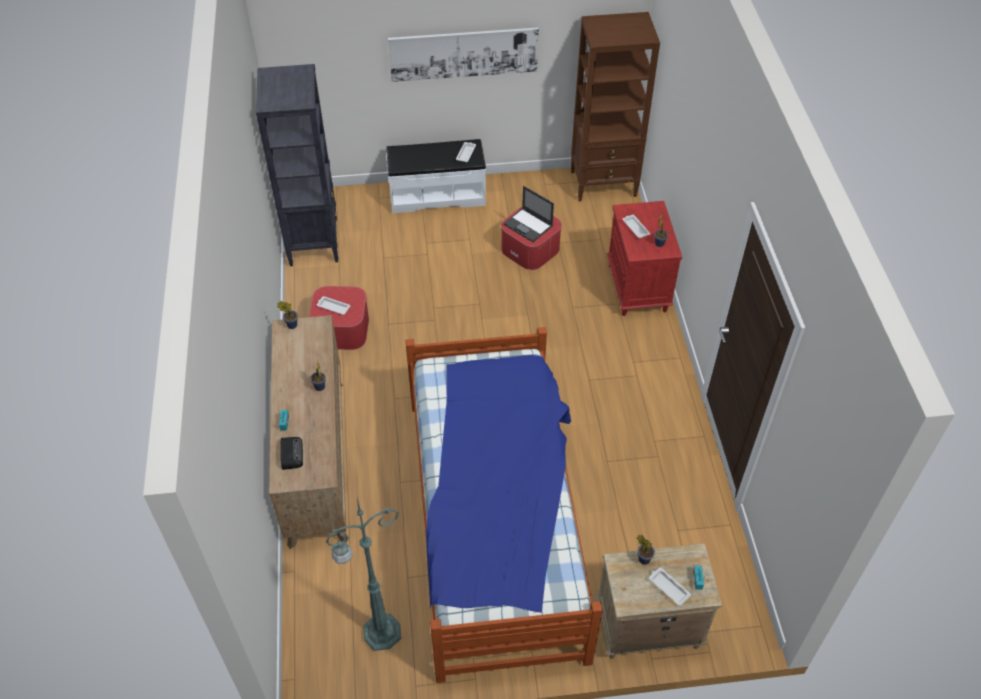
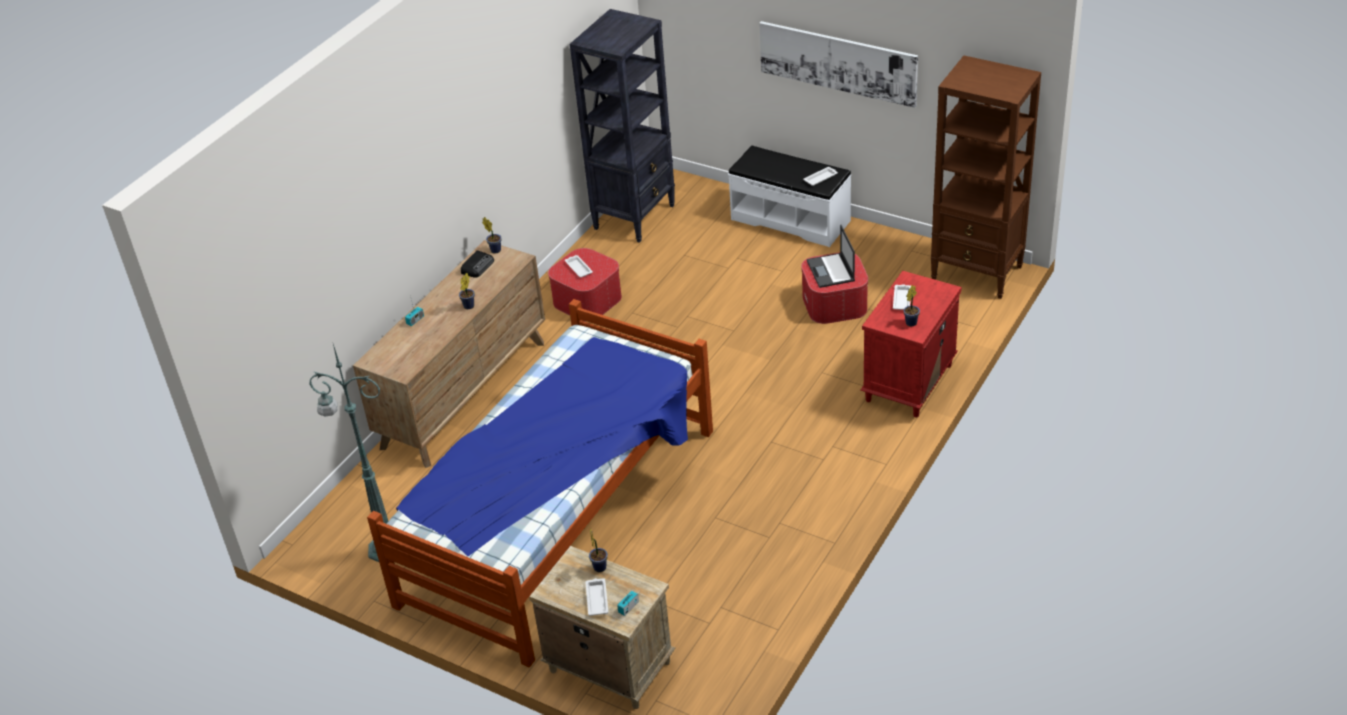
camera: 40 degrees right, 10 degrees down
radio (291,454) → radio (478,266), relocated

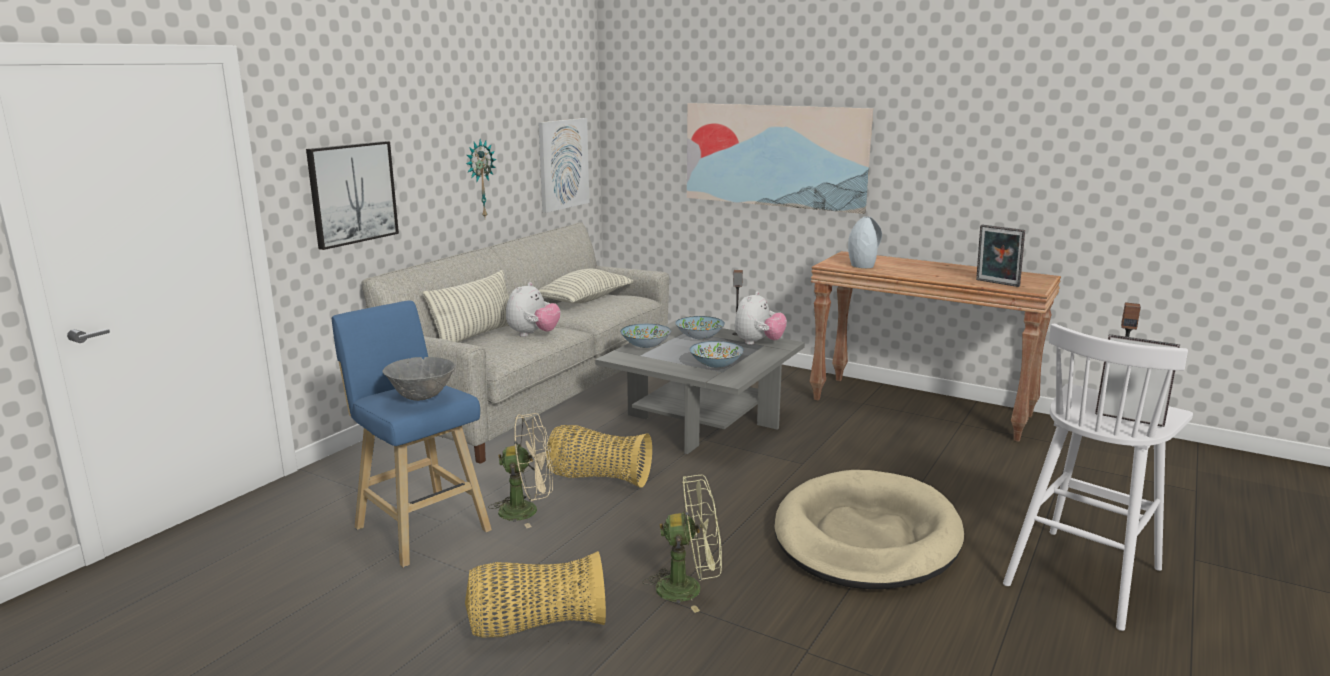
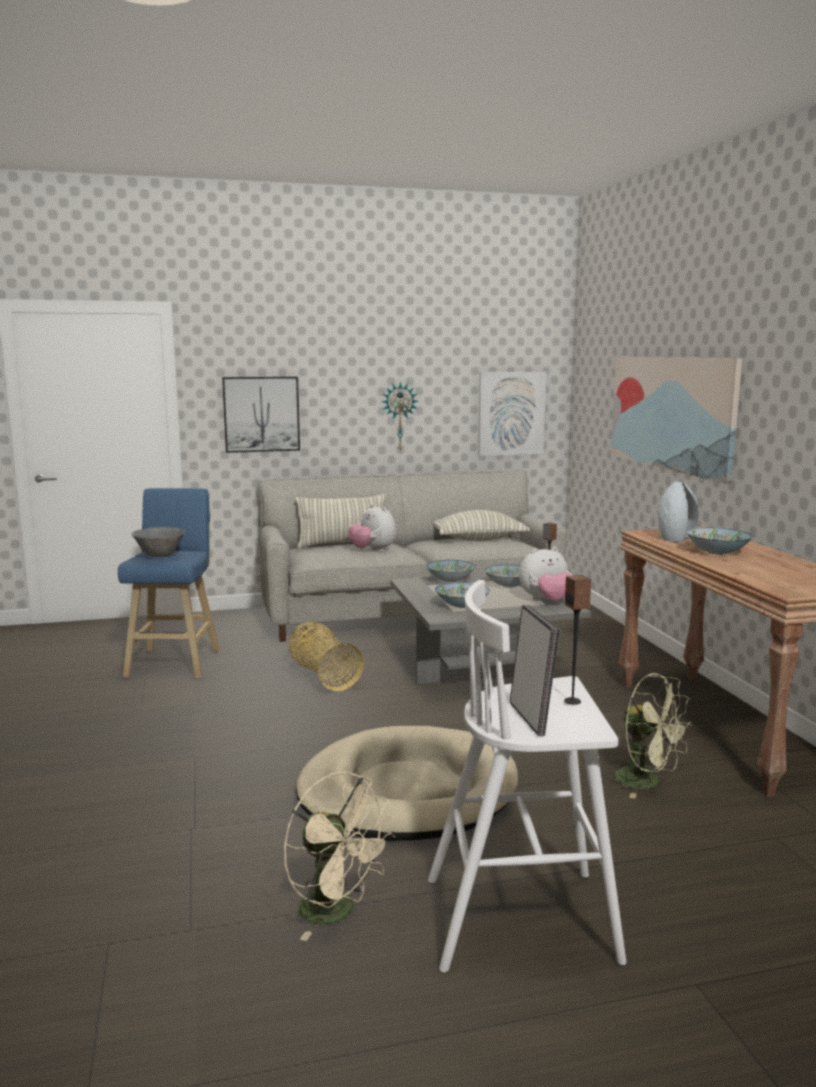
camera: 45 degrees right, 5 degrees down
fan (beige) (527,510) → fan (beige) (337,912), relocated
plush toy (533,334) → plush toy (373,551), 75 degrees clockwise
fan (green) (689,588) → fan (green) (647,782), relocated
- → bowl (717,552)
basket (536,625) → -
picture frame (996,283) → -

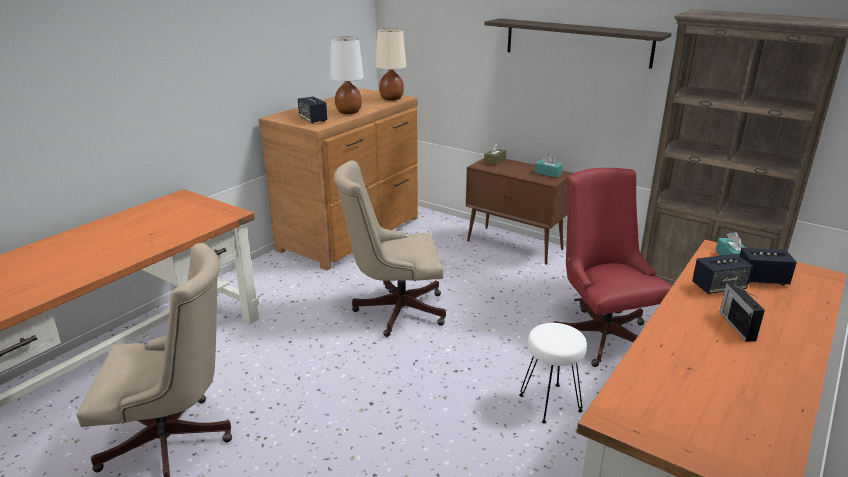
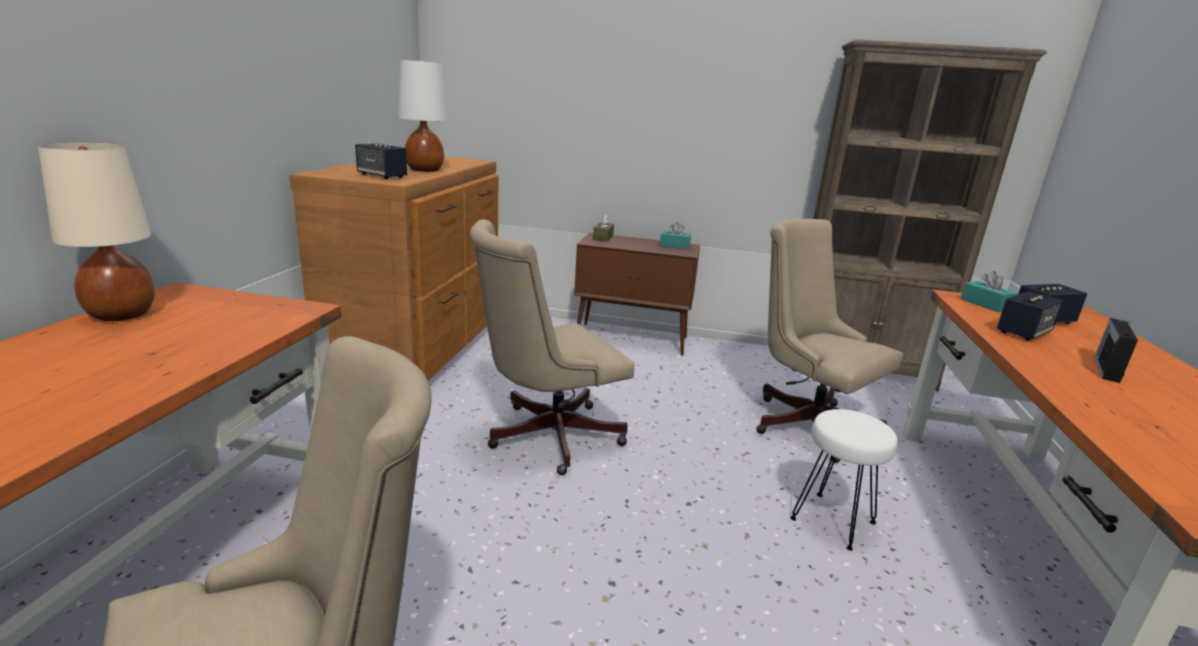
camera: 25 degrees left, 5 degrees down
table lamp (beige) (391,98) → table lamp (beige) (121,314), relocated
office chair (red) (601,333) → office chair (beige) (806,422)
radio (736,325) → radio (1106,369), 60 degrees clockwise
shelf (577,42) → -

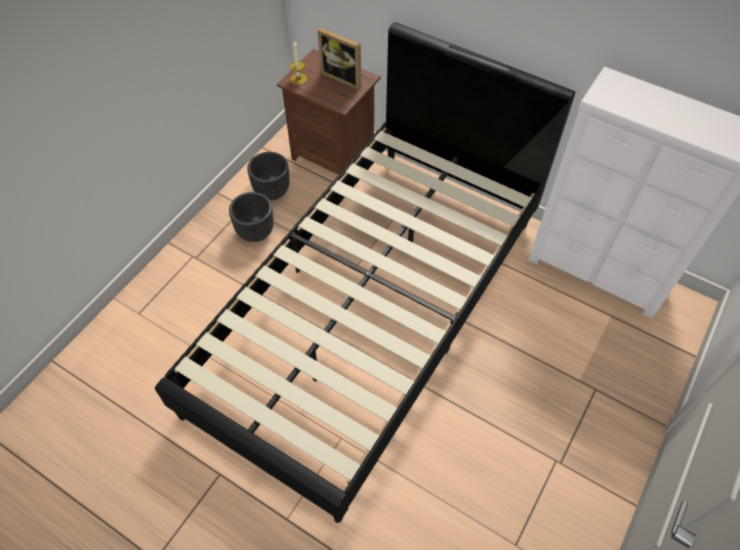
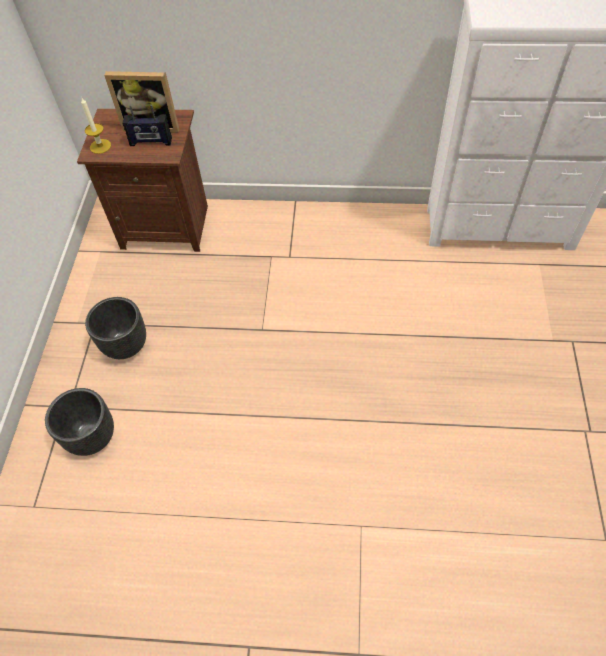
camera: 25 degrees left, 0 degrees up
planter (black) (272,191) → planter (black) (92,437), relocated
- → radio (151,142)
bed (black) (370,311) → -

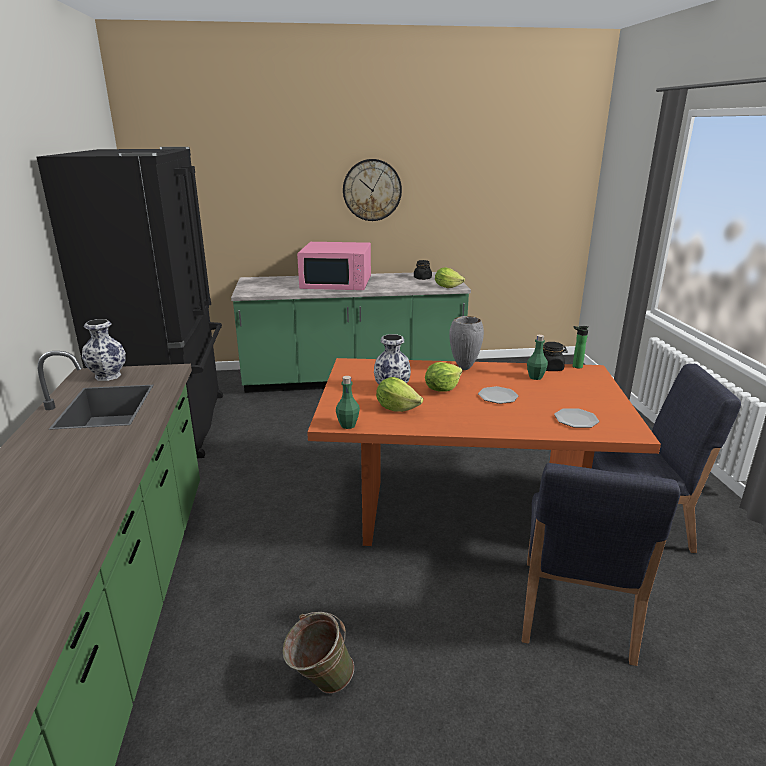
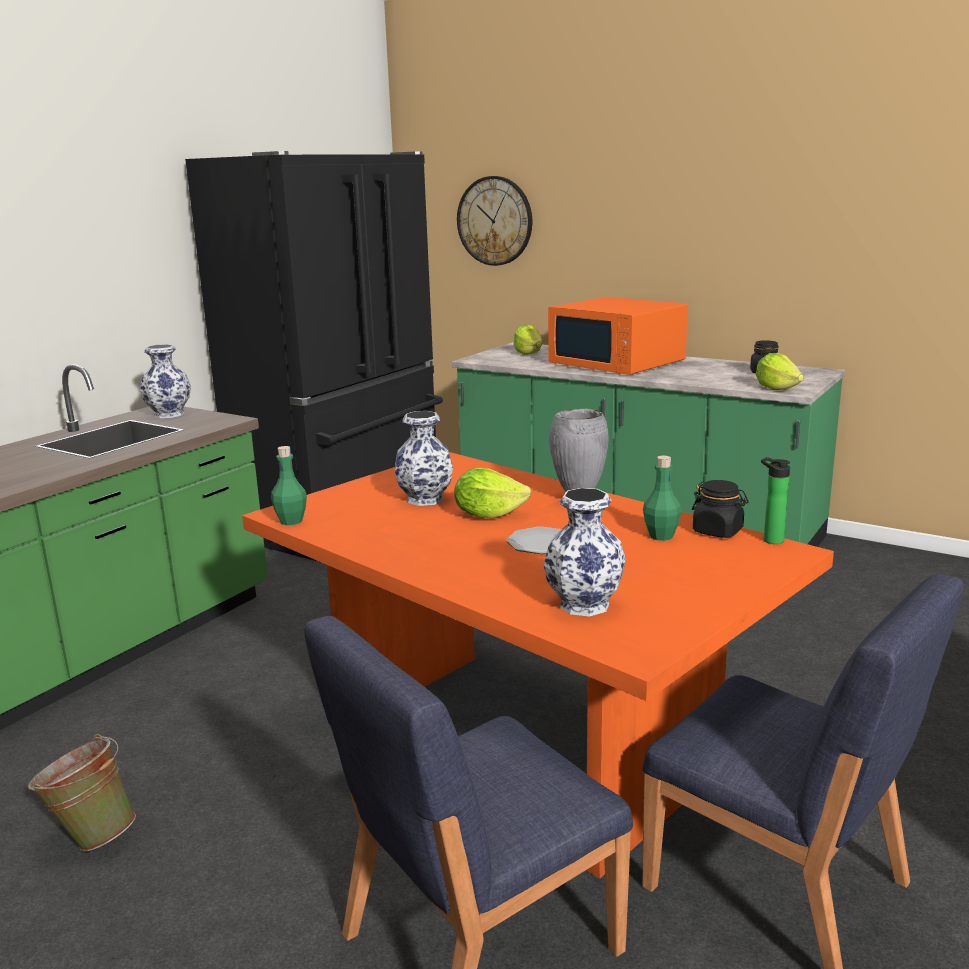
camera: 40 degrees right, 5 degrees down
wall clock (372,190) → wall clock (495,221), relocated
lettuce (397,408) → lettuce (529,354), relocated
plate (576,419) → vase (585,604)
microwave (pink) (337,283) → microwave (orange) (617,363)

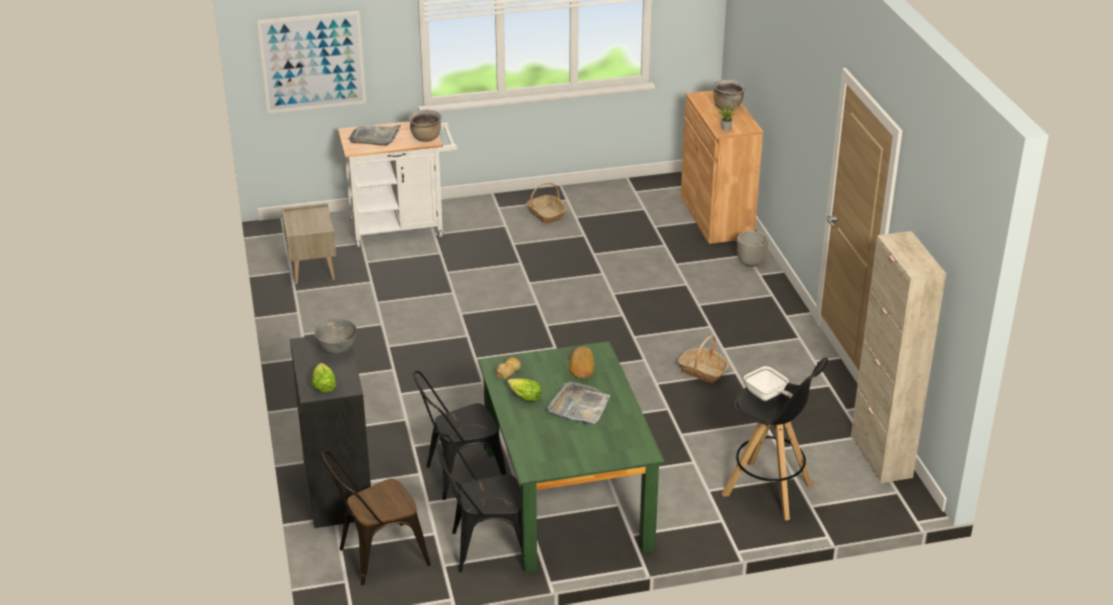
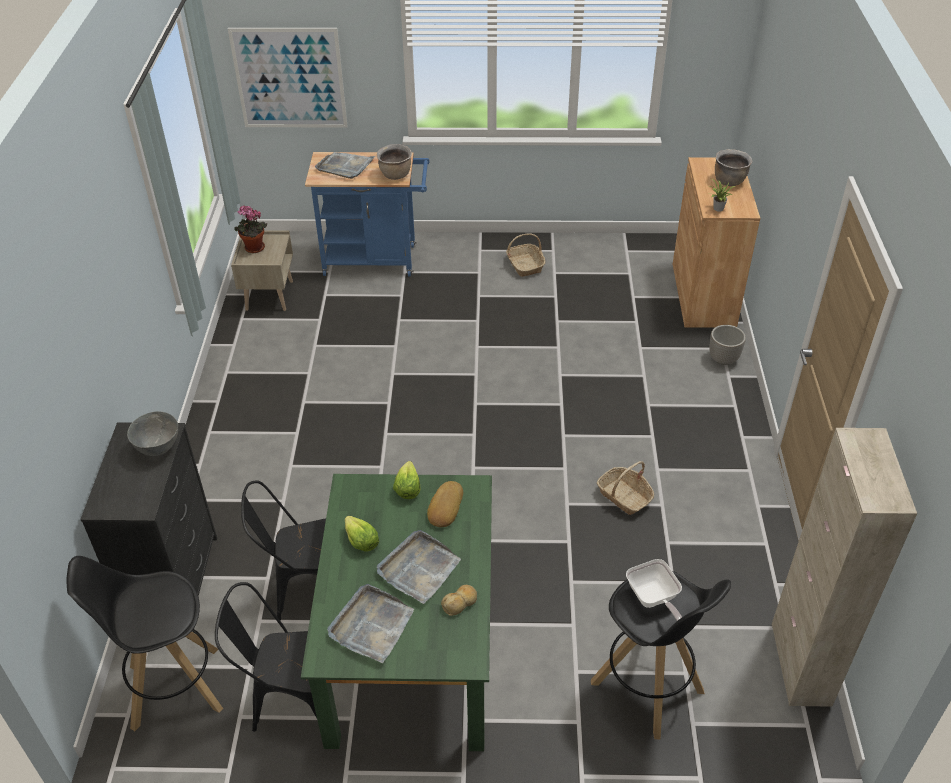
camera: 15 degrees right, 10 degrees up
chair (brown) (376,557) → stool (black) (174,688)
- → potted plant (253,249)
cart (white) (402,228) → cart (blue) (376,260)
- → tray (grey) (371,626)
lettuce (323,386) → lettuce (407,488), relocated
bread (509,371) → bread (460,603), relocated

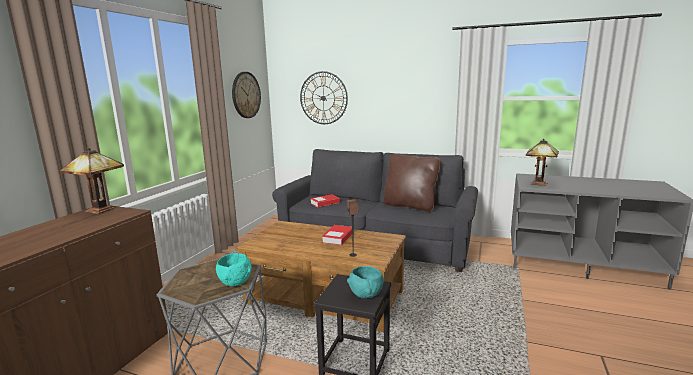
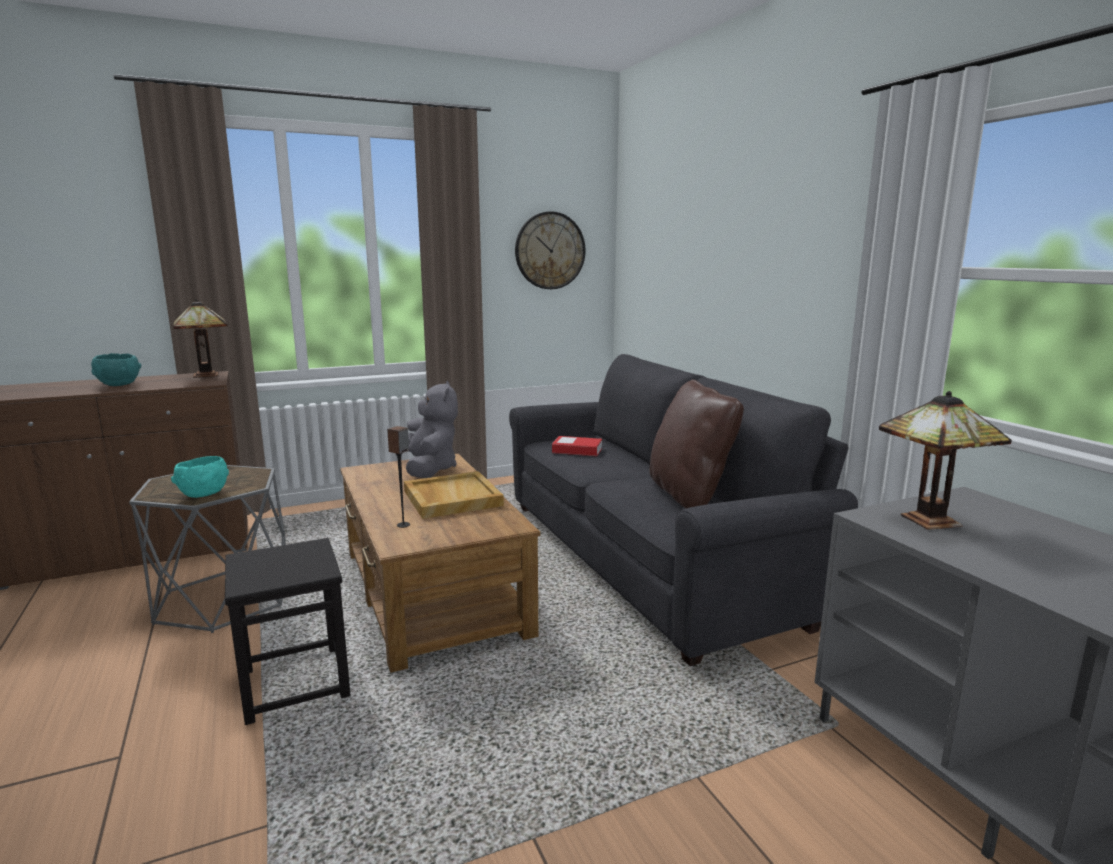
camera: 45 degrees right, 0 degrees up
bowl (turquoise) (366,295) → bowl (turquoise) (118,385), relocated
book (338,238) → tray (beige) (451,498)
- → plush toy (grey) (429,469)
wall clock (323,98) → -

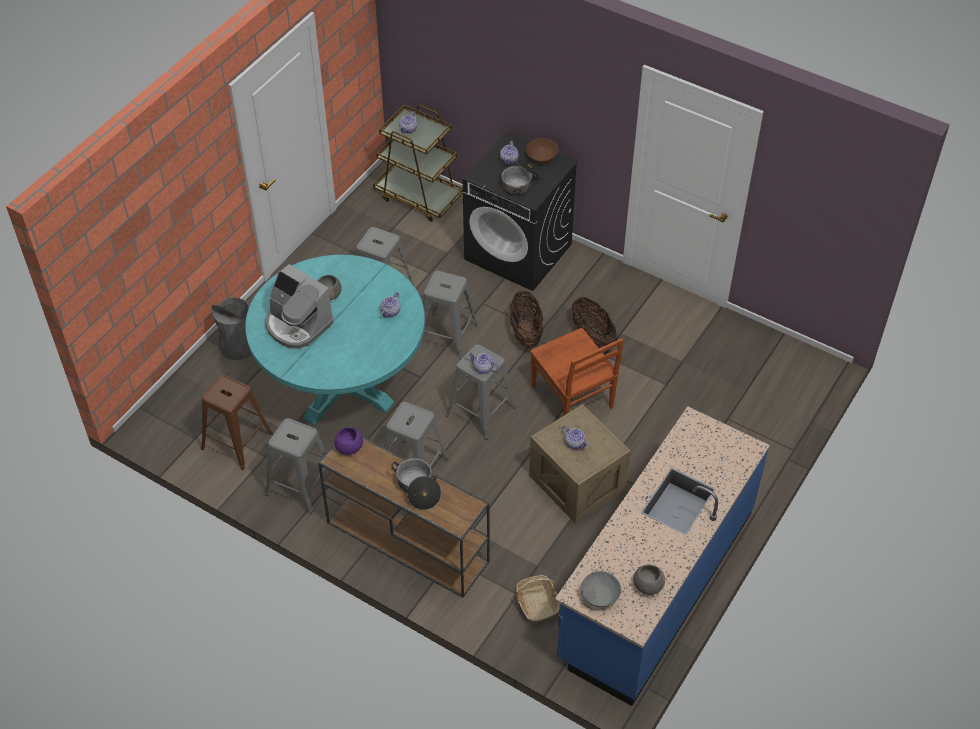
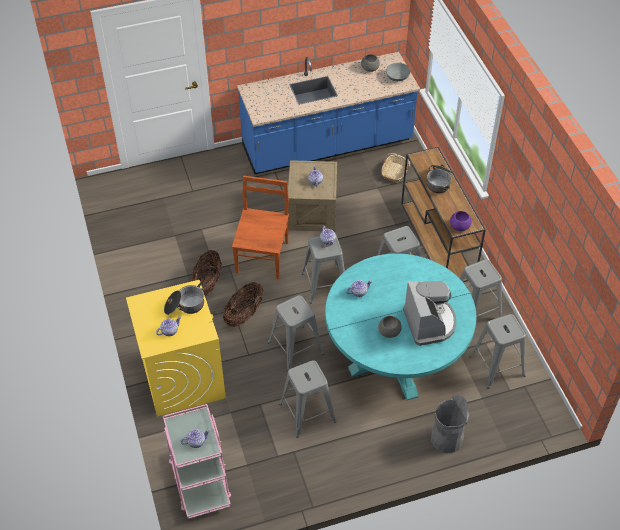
camera: 140 degrees left, 0 degrees up
washing machine (black) (519,252) → washing machine (yellow) (182,377)
cart (brown) (419,197) → cart (pink) (200,481)
stool (brown) (236,441) → stool (grey) (497,366)
bowl (brown) (541,157) → -

